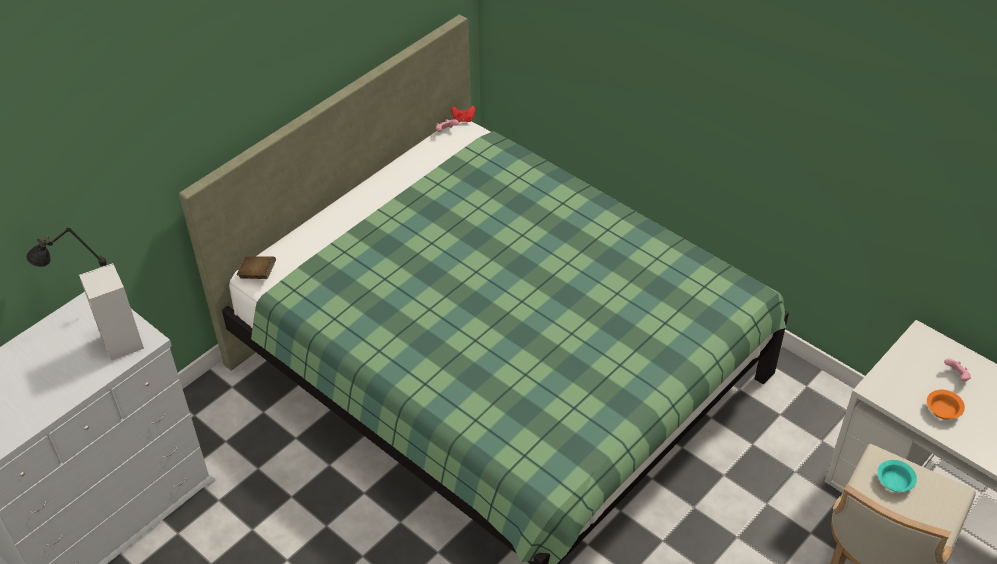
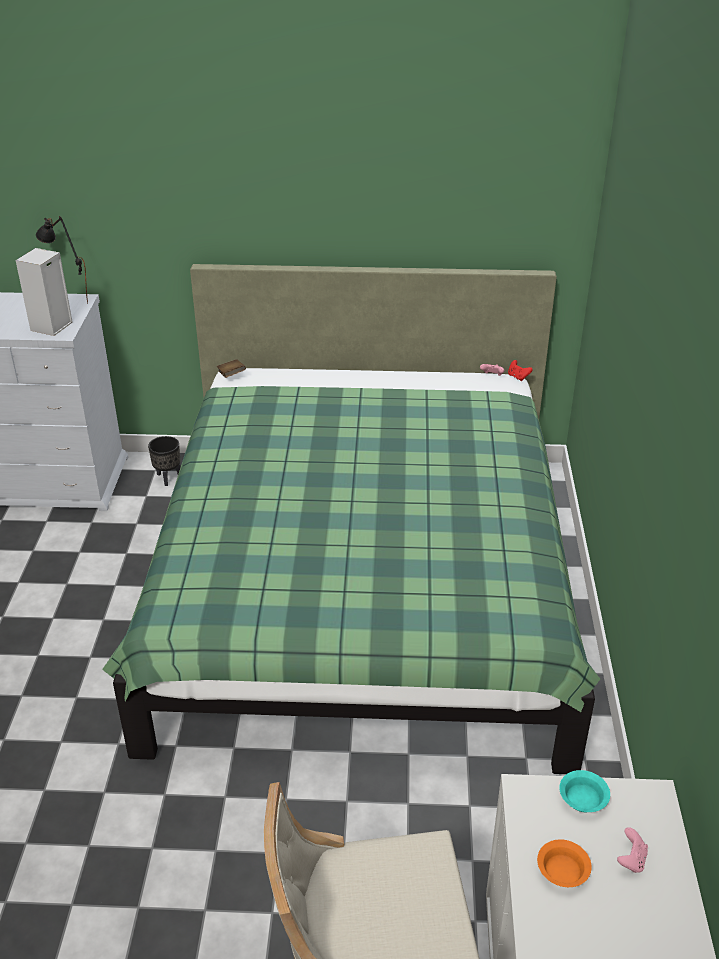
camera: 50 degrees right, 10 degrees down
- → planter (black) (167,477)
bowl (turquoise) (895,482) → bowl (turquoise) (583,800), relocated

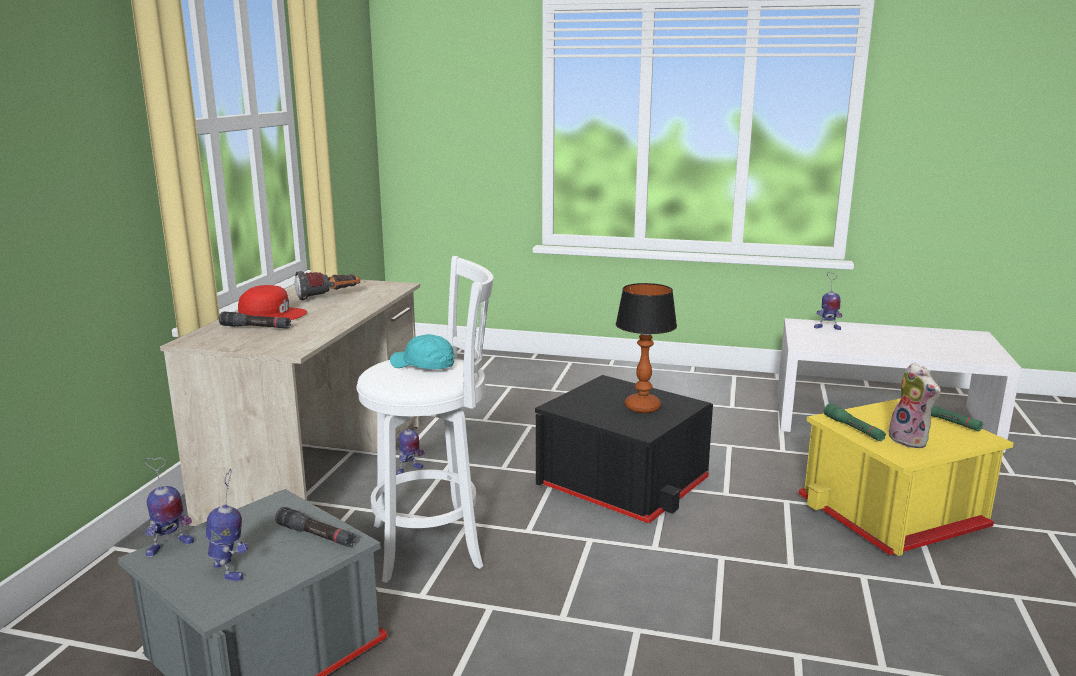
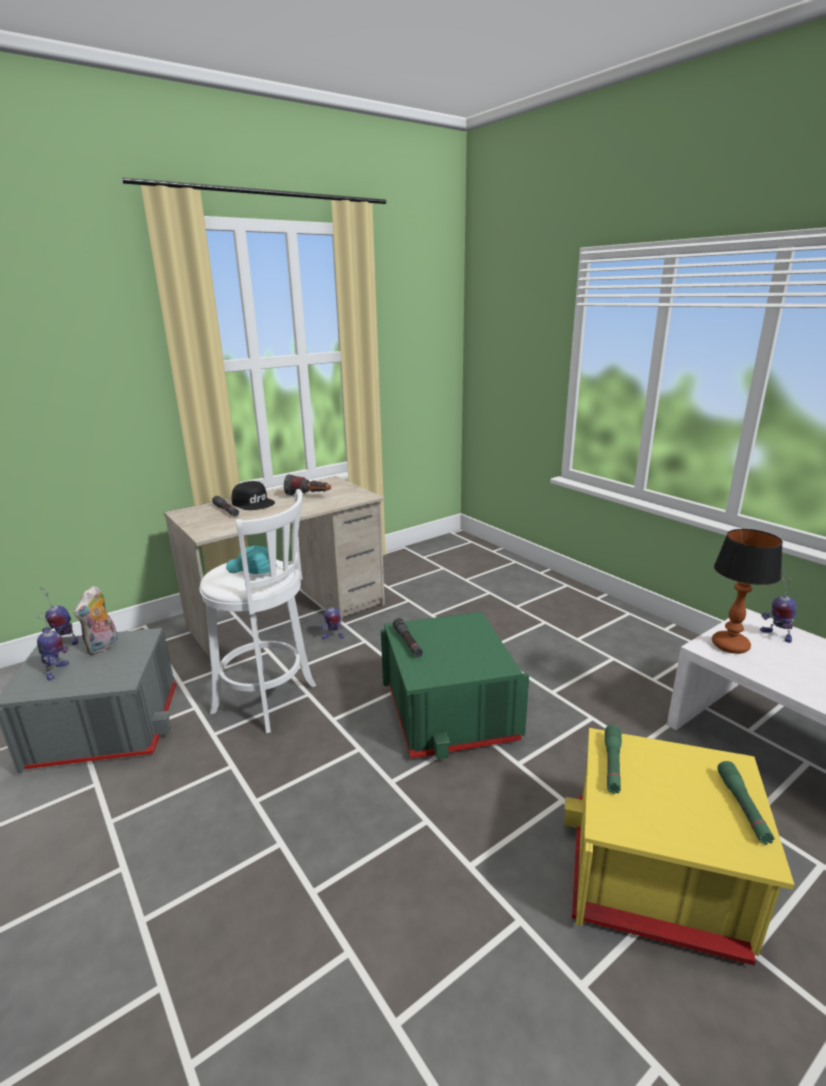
camera: 40 degrees right, 5 degrees up
plush toy (911,440) → plush toy (103,647), relocated
cap (turquoise) (423,366) → cap (turquoise) (252,570), 45 degrees counterclockwise
cap (red) (272,314) → cap (black) (254,503)
storage box (black) (623,483) → storage box (green) (450,712)
flashlight (black) (316,535) → flashlight (black) (407,642), relocated
table lamp (642,407) → table lamp (730,645), relocated

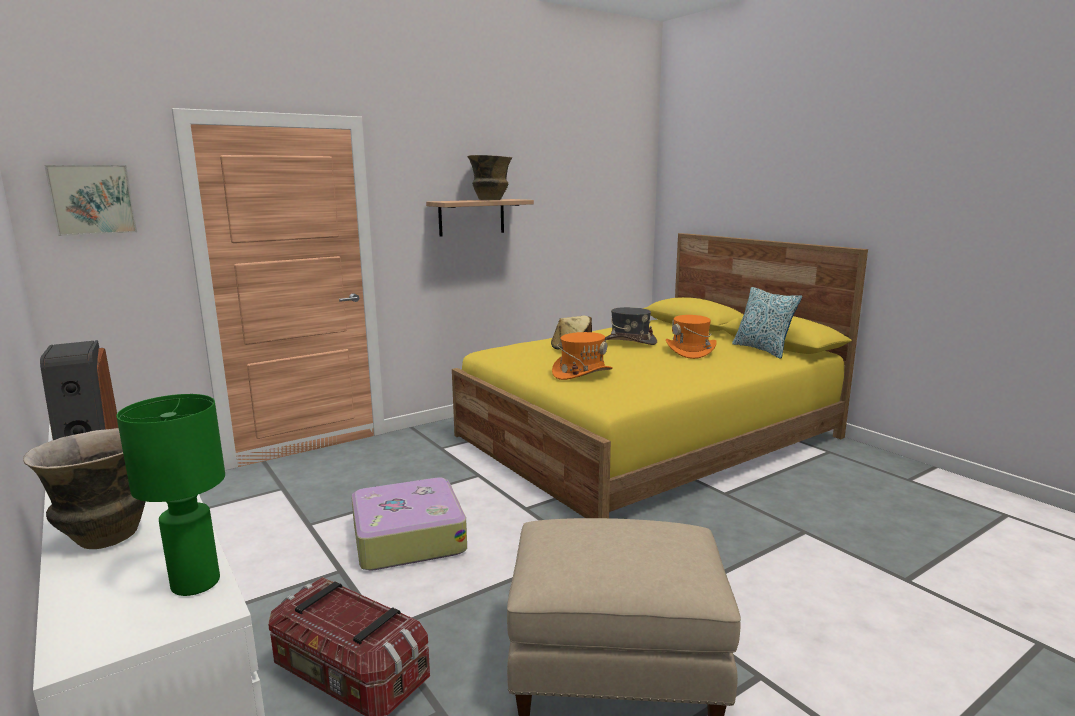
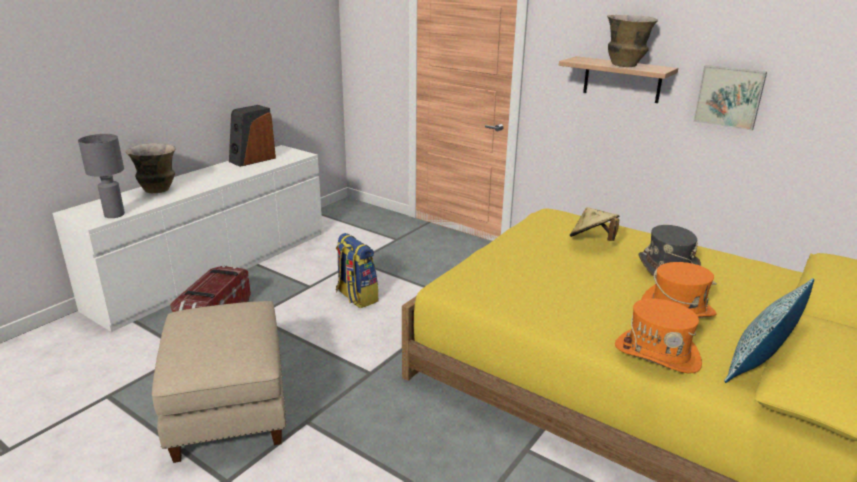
camera: 70 degrees right, 10 degrees up
table lamp (green) (195,583) → table lamp (grey) (115,214)
suitcase (407,537) → backpack (356,297)
hat (orange) (582,373) → hat (orange) (657,354), relocated
picture (92,199) → picture (729,96), relocated

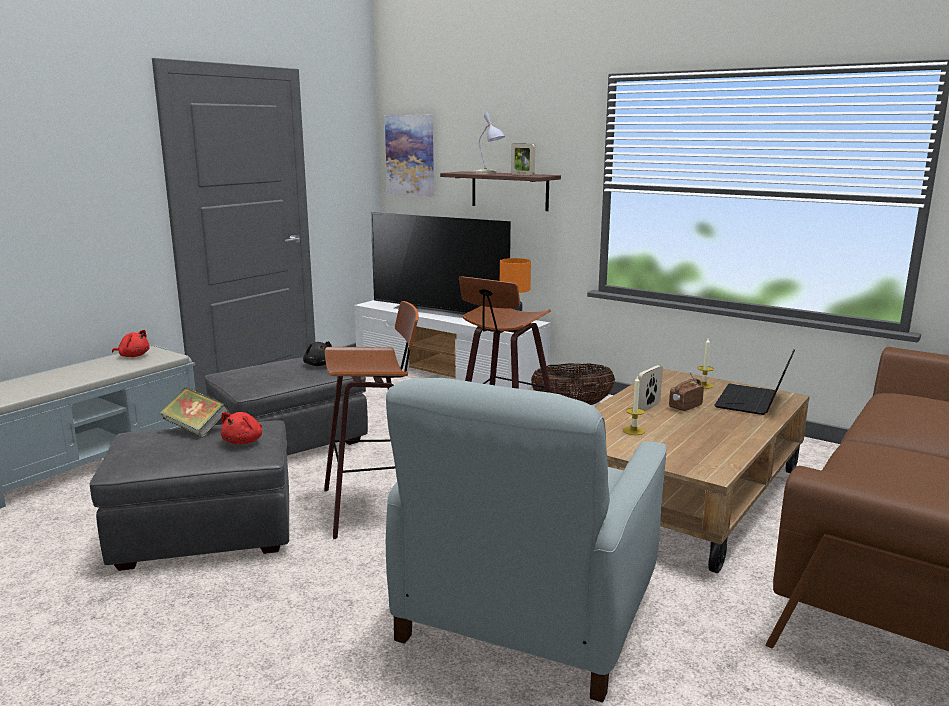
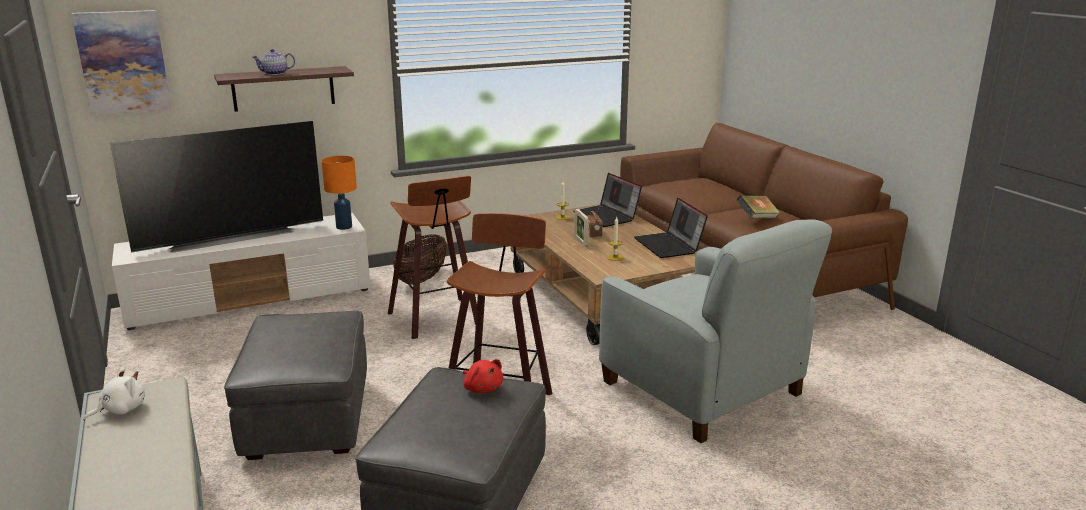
camera: 60 degrees left, 5 degrees up
plush toy (red) (133,356) → plush toy (white) (121,410)
table lamp (489,173) → teapot (275,74)
- → laptop (669,246)
book (195,428) → book (757,218), relocated
plush toy (black) (318,364) → -
picture frame (522,174) → -

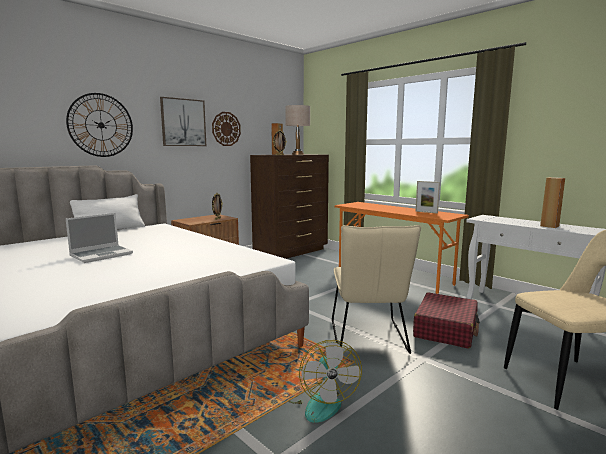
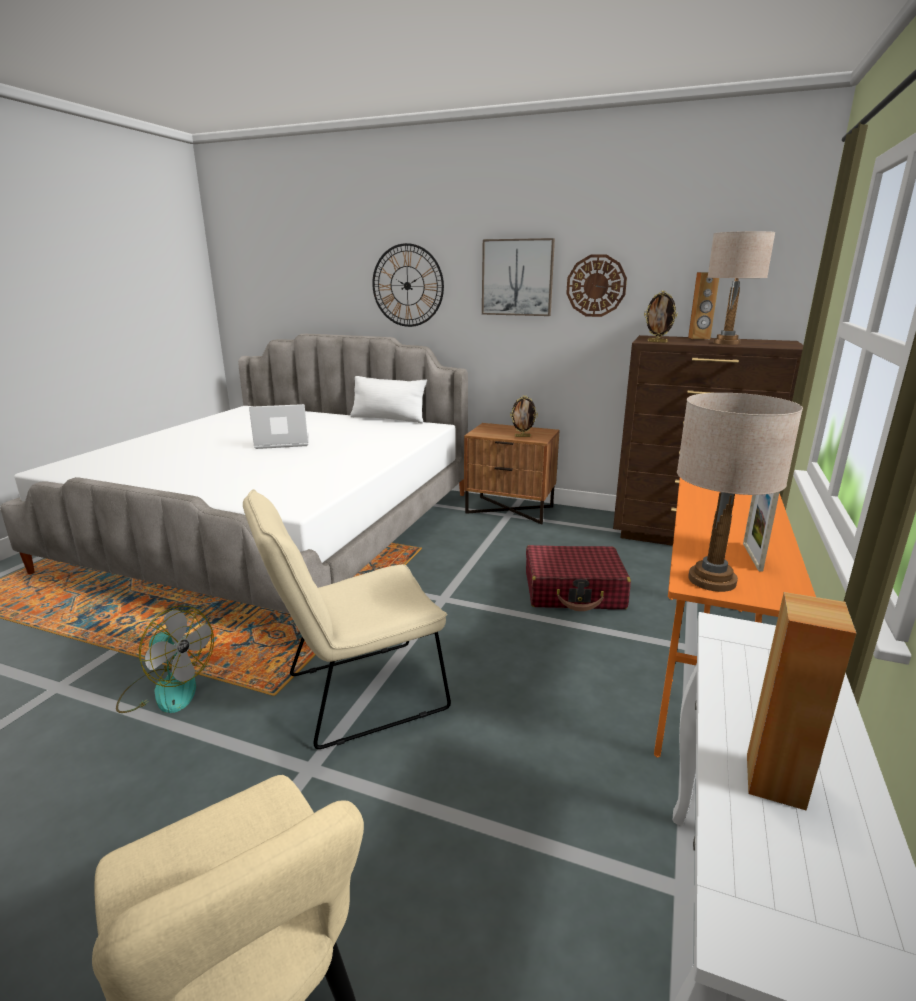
camera: 65 degrees right, 10 degrees up
fan (320,401) → fan (167,689), 120 degrees counterclockwise
laptop (102,255) → laptop (281,443), 150 degrees clockwise
suitcase (red) (446,329) → suitcase (red) (574,591), relocated
- → table lamp (beige) (712,580)

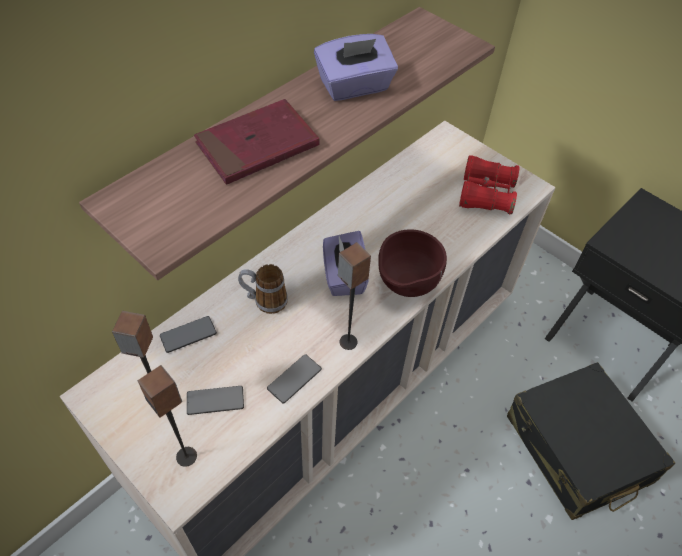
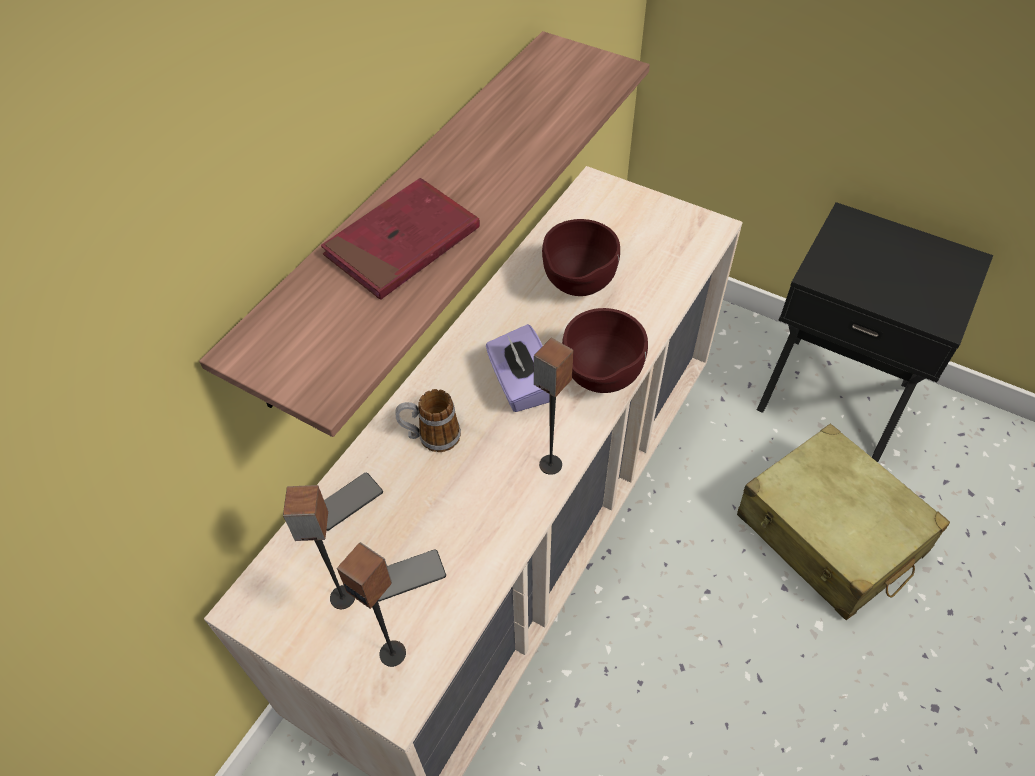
camera: 10 degrees left, 0 degrees up
- → bowl (brown) (577,289)
suitcase (black) (577,449) → suitcase (beige) (830,534)
phone (294,379) → -
tissue box (purple) (354,87) → -
binoculars (red) (486,194) → -

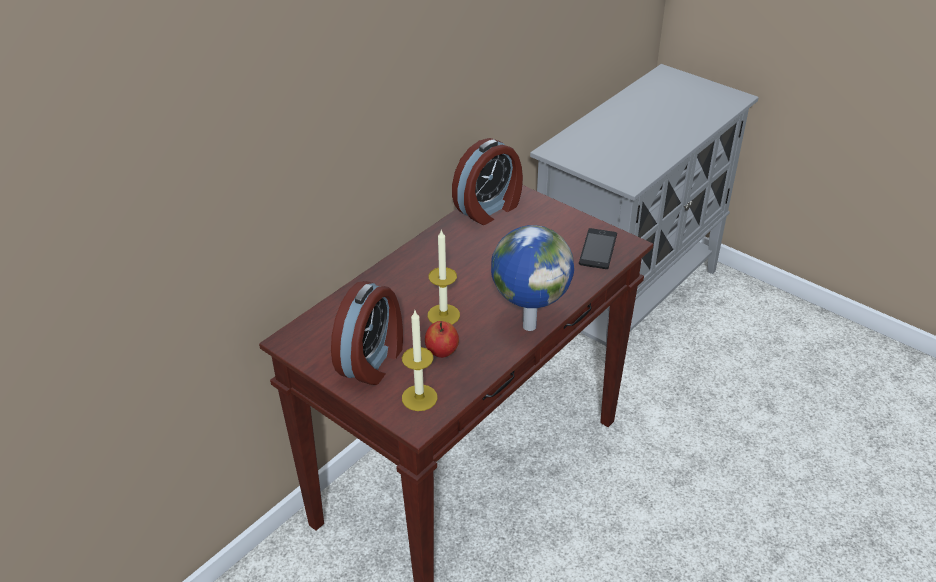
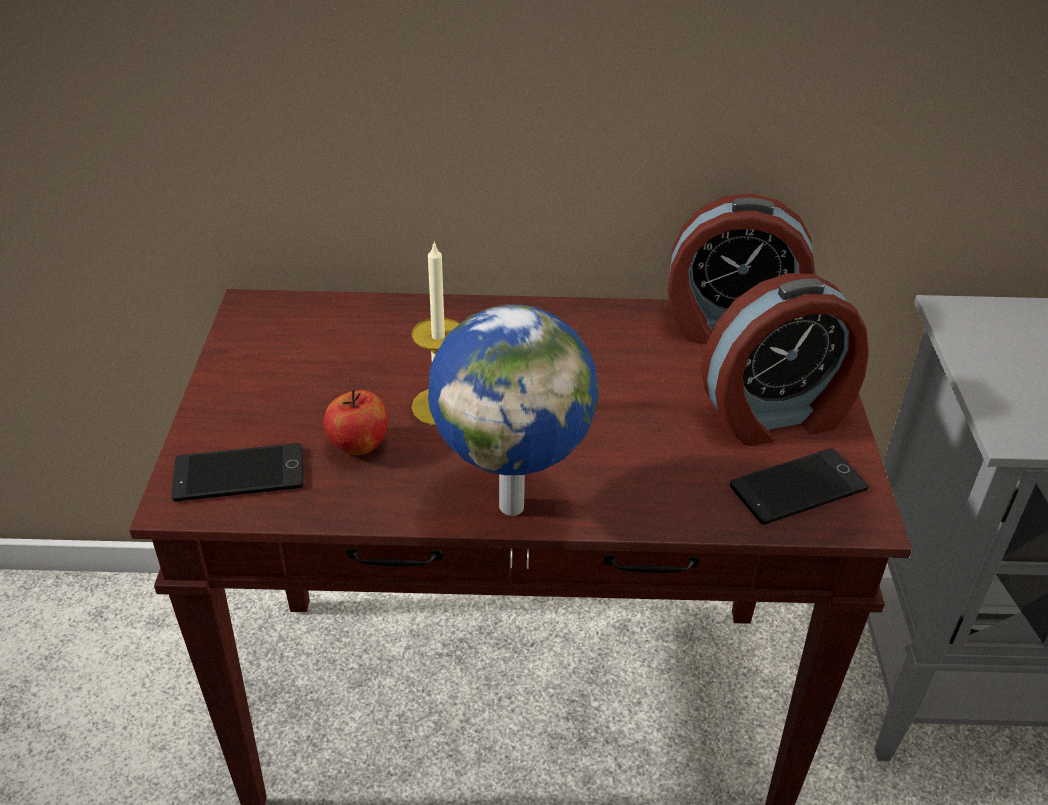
camera: 50 degrees right, 0 degrees up
candle (419,397) → phone (239,474)
alarm clock (373,361) → alarm clock (777,416), relocated

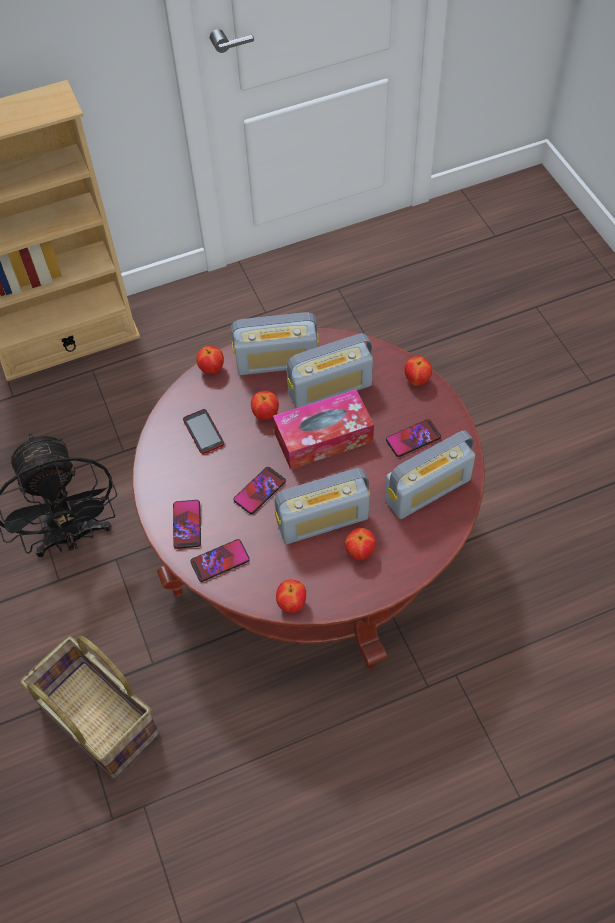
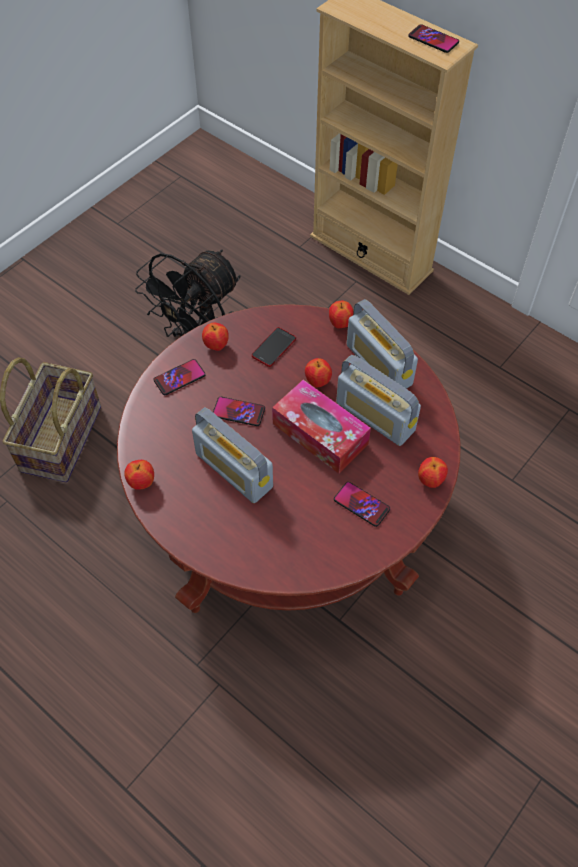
camera: 60 degrees right, 0 degrees up
apple (360,552) → apple (216,346), relocated
phone (220,561) → phone (433,39), relocated
radio (427,490) → -

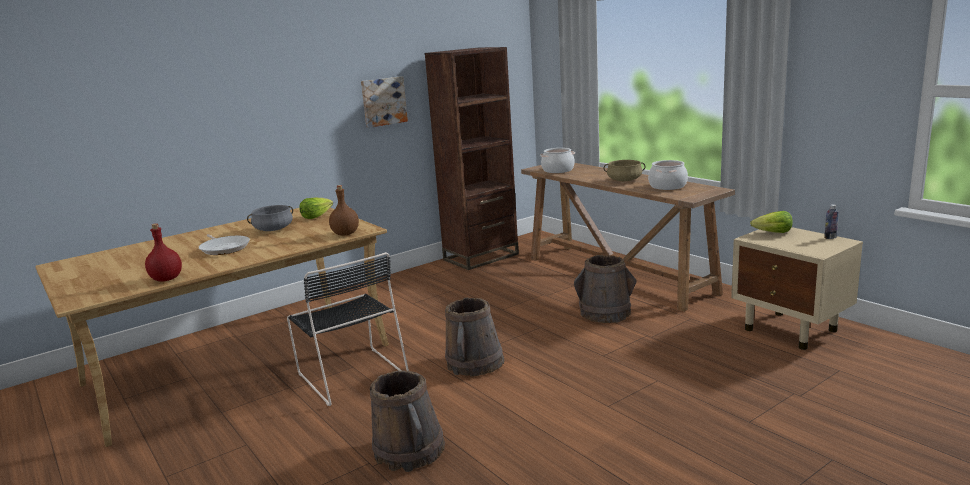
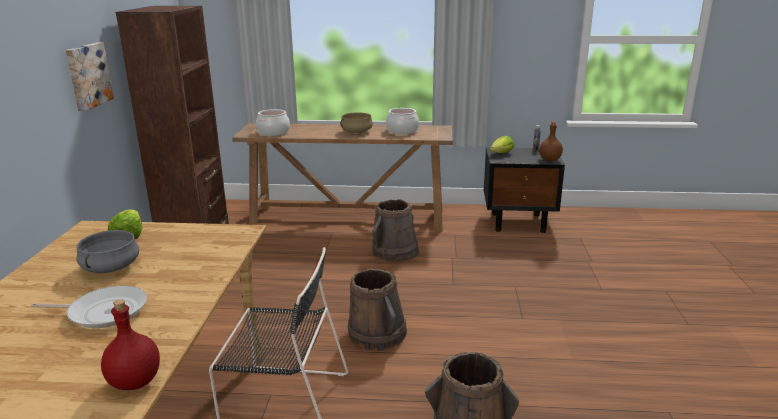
camera: 50 degrees left, 5 degrees up
nightstand (beige) (791,330) → nightstand (black) (519,222)
bottle (brown) (346,234) → bottle (brown) (549,159), relocated

